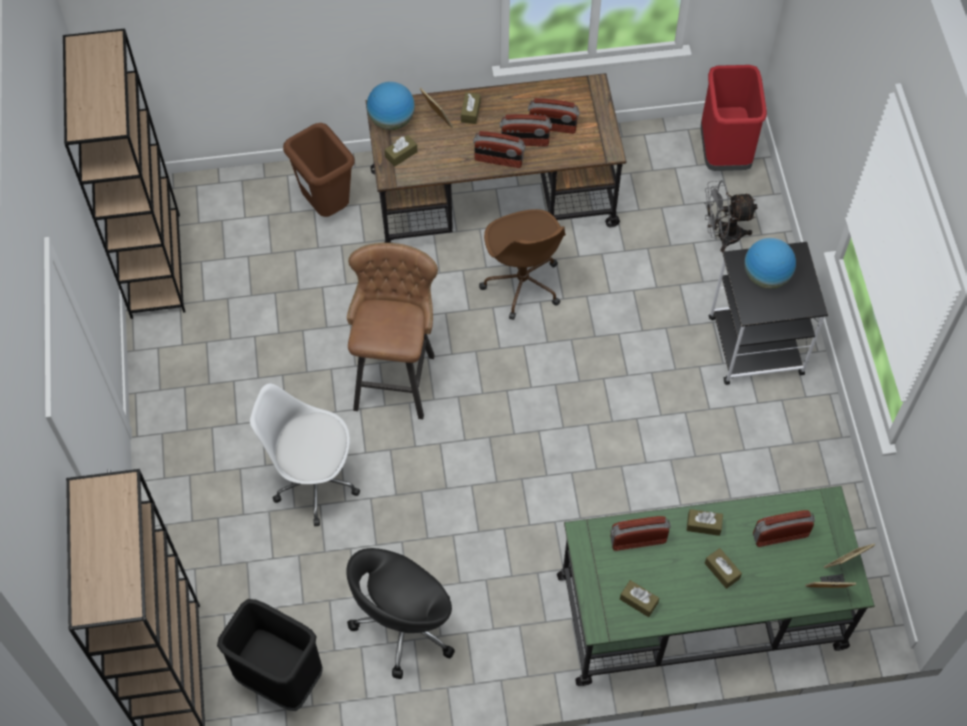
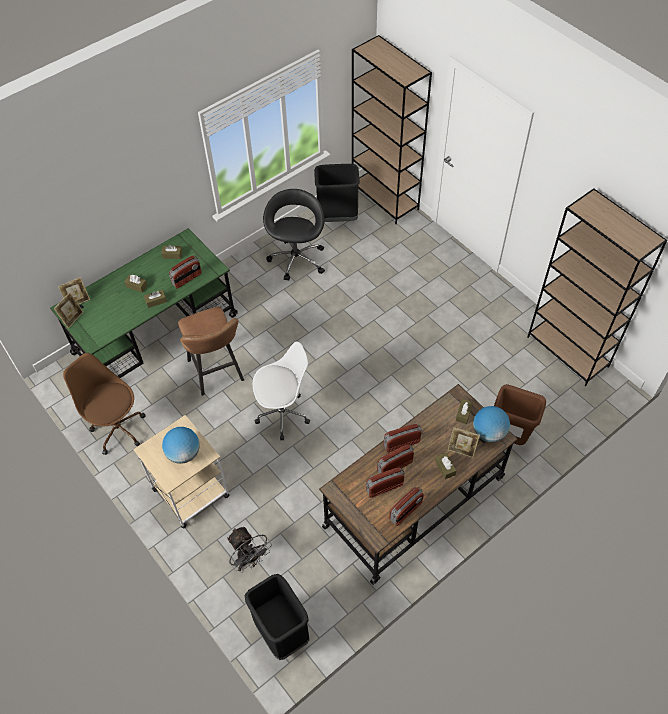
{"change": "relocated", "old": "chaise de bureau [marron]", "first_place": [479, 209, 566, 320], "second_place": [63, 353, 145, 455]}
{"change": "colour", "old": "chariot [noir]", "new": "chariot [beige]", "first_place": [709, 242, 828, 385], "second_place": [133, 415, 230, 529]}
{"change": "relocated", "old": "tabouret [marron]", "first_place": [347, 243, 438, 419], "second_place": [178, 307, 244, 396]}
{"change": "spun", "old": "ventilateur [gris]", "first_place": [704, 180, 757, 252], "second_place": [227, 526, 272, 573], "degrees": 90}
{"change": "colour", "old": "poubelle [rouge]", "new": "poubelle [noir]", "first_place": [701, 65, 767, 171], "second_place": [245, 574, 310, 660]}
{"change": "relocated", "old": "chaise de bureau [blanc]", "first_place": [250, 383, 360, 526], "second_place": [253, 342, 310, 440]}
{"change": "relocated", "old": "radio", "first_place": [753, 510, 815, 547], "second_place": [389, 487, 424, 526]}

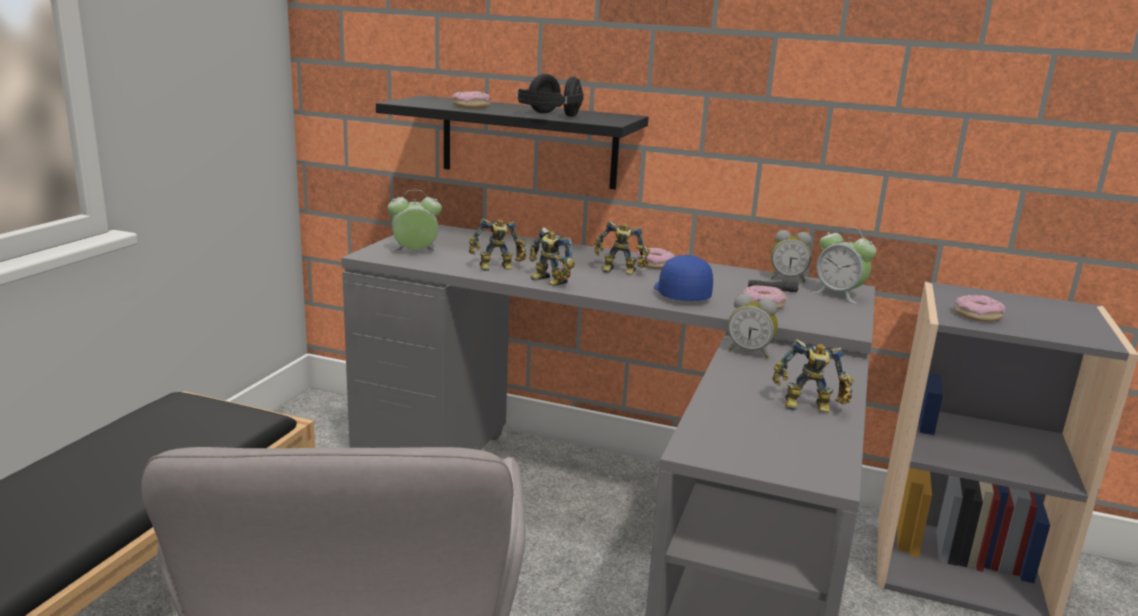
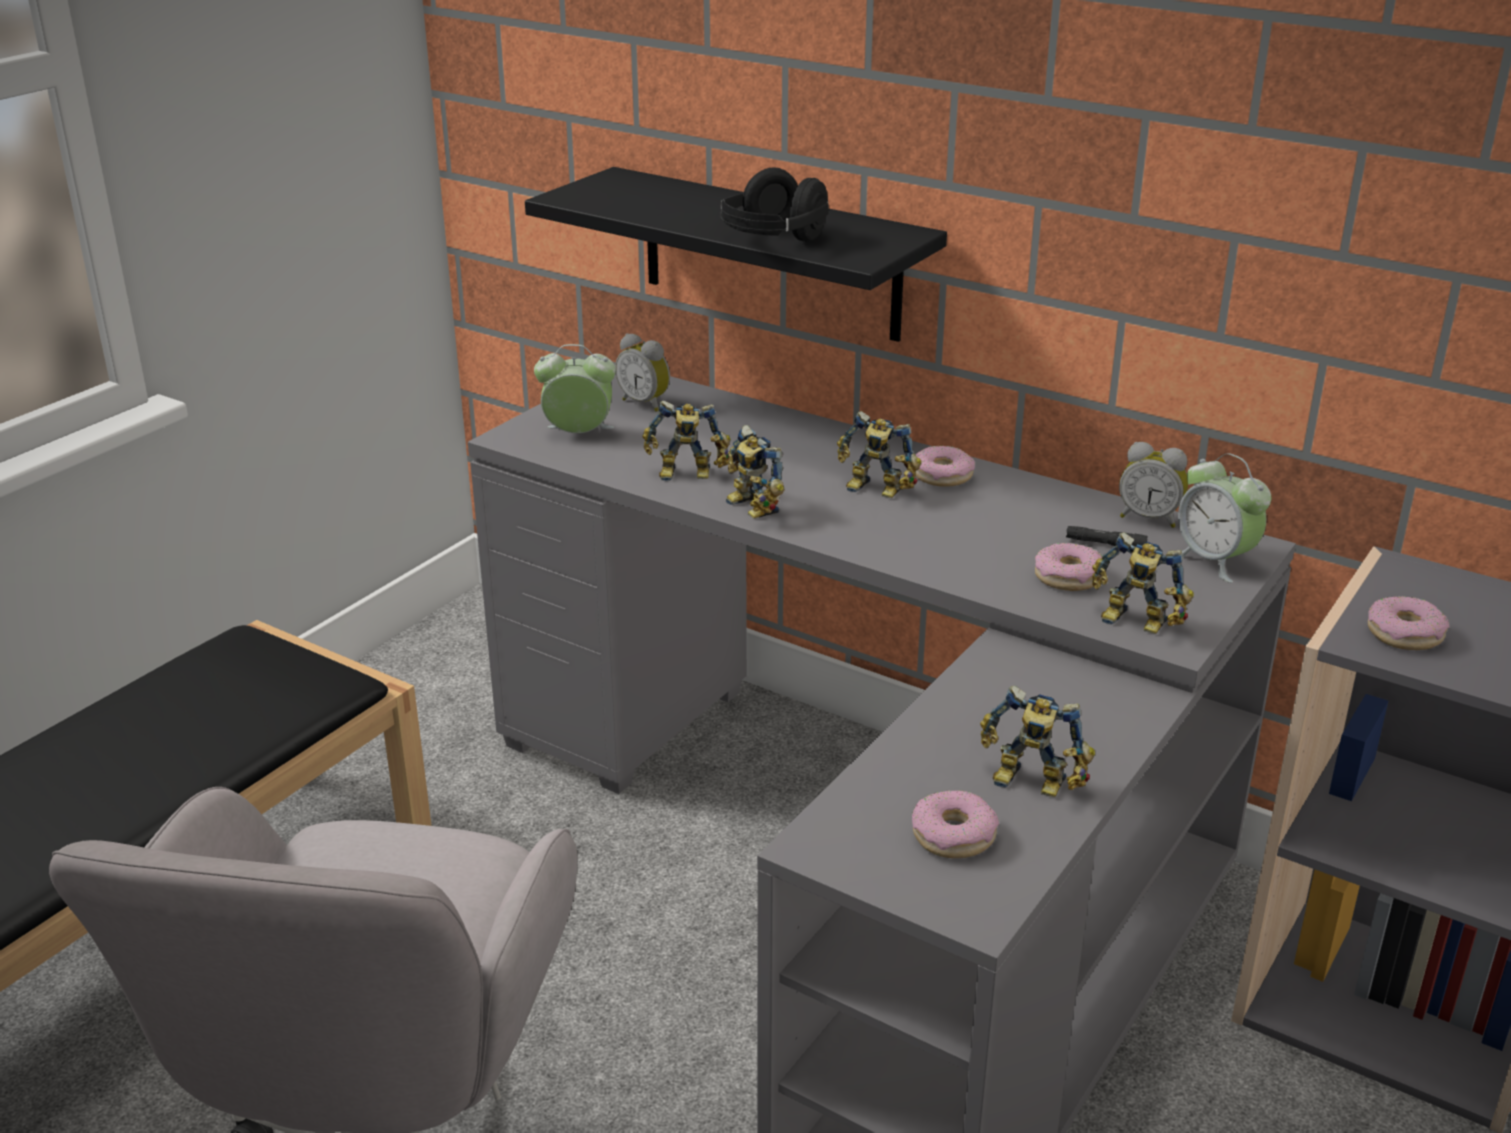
{"change": "relocated", "old": "réveil", "first_place": [728, 293, 778, 358], "second_place": [615, 333, 670, 412]}
{"change": "relocated", "old": "beignet", "first_place": [452, 91, 491, 109], "second_place": [912, 790, 999, 858]}
{"change": "appeared", "new": "robot jouet", "second_place": [1092, 532, 1194, 634]}
{"change": "missing", "old": "casquette [bleu]", "first_place": [654, 255, 713, 301]}

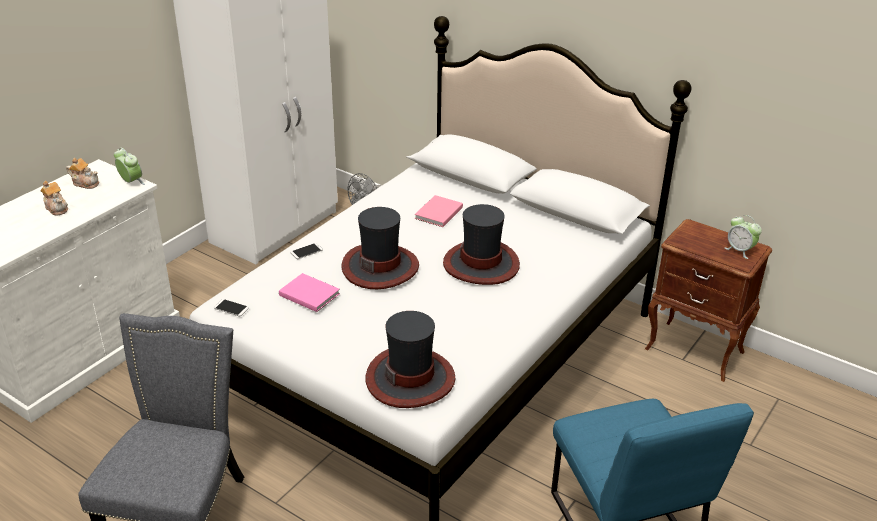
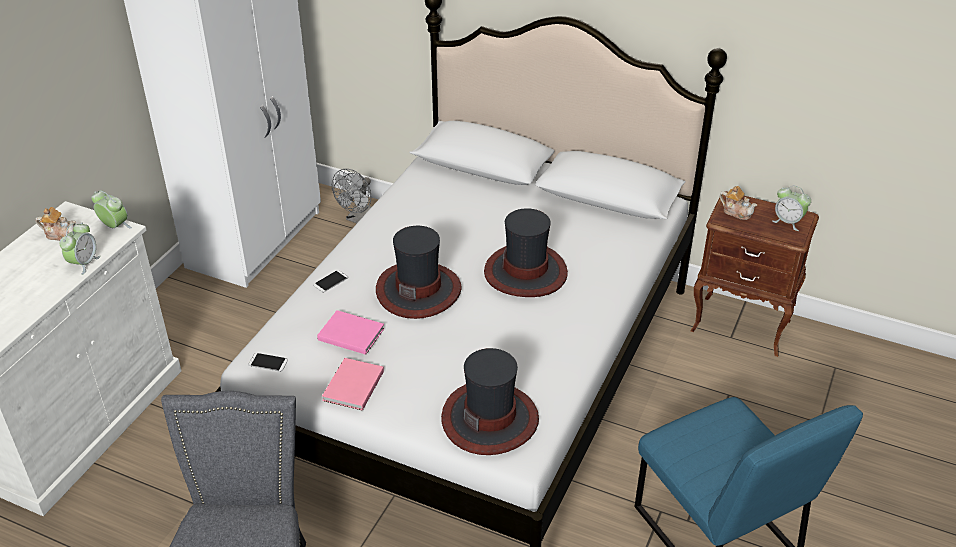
{"change": "appeared", "new": "réveil", "second_place": [59, 222, 101, 275]}
{"change": "relocated", "old": "livre [rose]", "first_place": [415, 195, 463, 227], "second_place": [322, 358, 384, 411]}
{"change": "relocated", "old": "théière", "first_place": [40, 181, 68, 216], "second_place": [720, 186, 757, 220]}

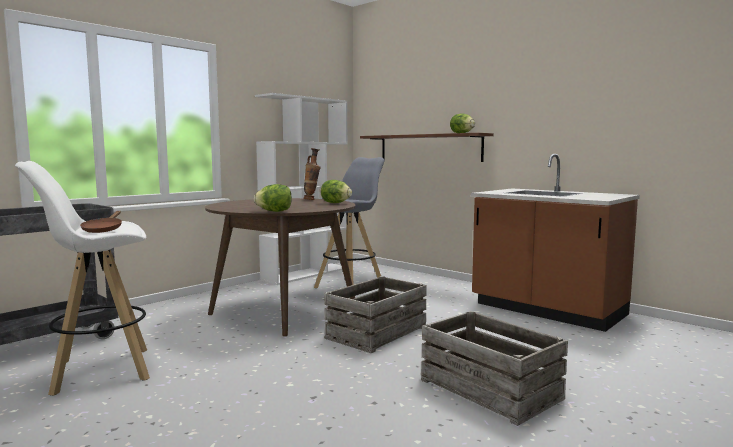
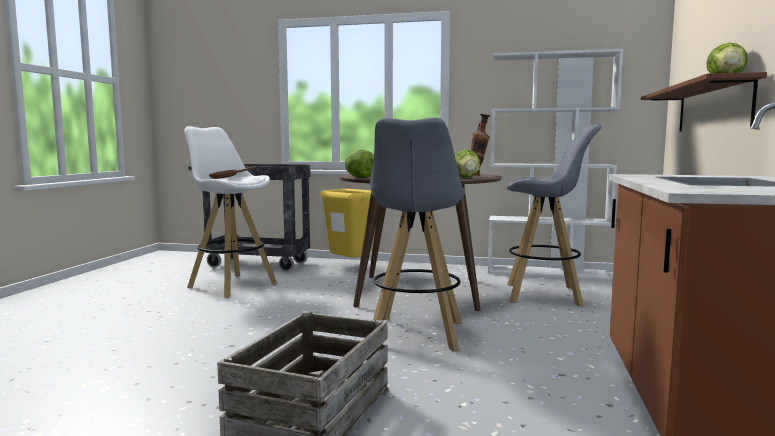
{"change": "appeared", "new": "poubelle [jaune]", "second_place": [320, 189, 372, 258]}
{"change": "exchanged", "old": "caisse", "new": "tabouret [gris]", "first_place": [324, 276, 427, 353], "second_place": [370, 118, 465, 351]}

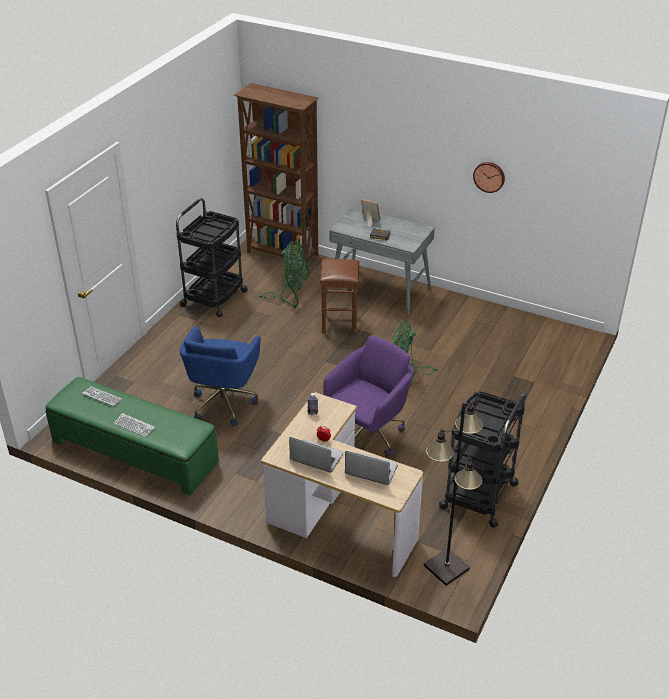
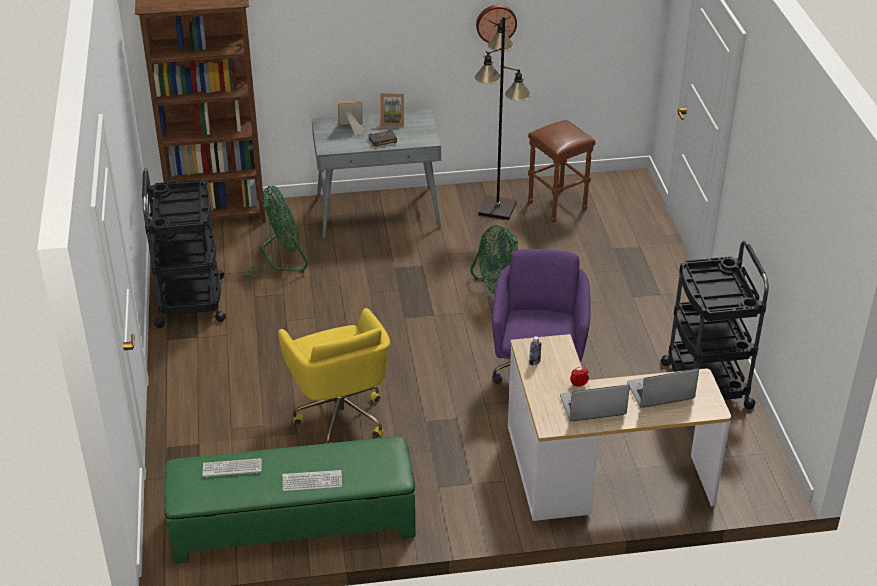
{"change": "colour", "old": "chaise de bureau [bleu]", "new": "chaise de bureau [jaune]", "first_place": [180, 326, 261, 426], "second_place": [278, 308, 390, 443]}
{"change": "appeared", "new": "cadre photo", "second_place": [380, 93, 404, 127]}
{"change": "relocated", "old": "lampadaire [noir]", "first_place": [424, 401, 483, 586], "second_place": [475, 16, 531, 220]}
{"change": "relocated", "old": "tabouret [marron]", "first_place": [320, 259, 359, 334], "second_place": [528, 120, 595, 222]}

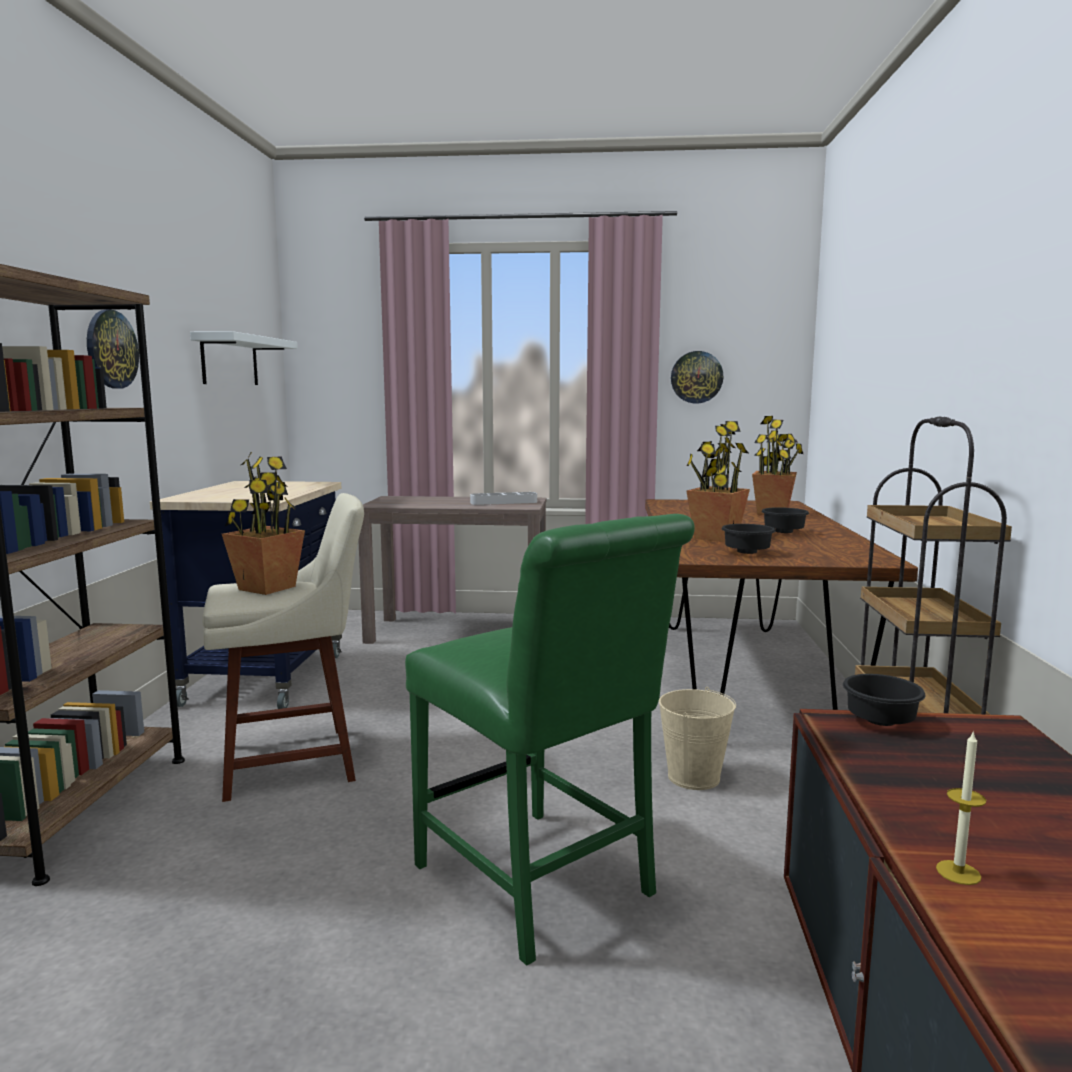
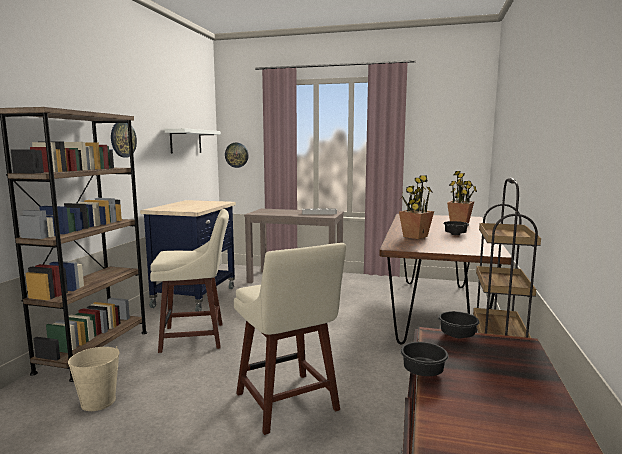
{"change": "relocated", "old": "seau [beige]", "first_place": [659, 687, 736, 790], "second_place": [68, 346, 120, 411]}
{"change": "relocated", "old": "horloge murale", "first_place": [671, 351, 723, 403], "second_place": [225, 143, 249, 168]}
{"change": "exchanged", "old": "chaise [vert]", "new": "tabouret [beige]", "first_place": [405, 514, 695, 966], "second_place": [234, 243, 346, 435]}
{"change": "relocated", "old": "bol [noir]", "first_place": [722, 524, 775, 554], "second_place": [400, 342, 449, 376]}
{"change": "missing", "old": "plante en pot", "first_place": [222, 452, 305, 595]}
{"change": "missing", "old": "bougie", "first_place": [936, 730, 986, 885]}

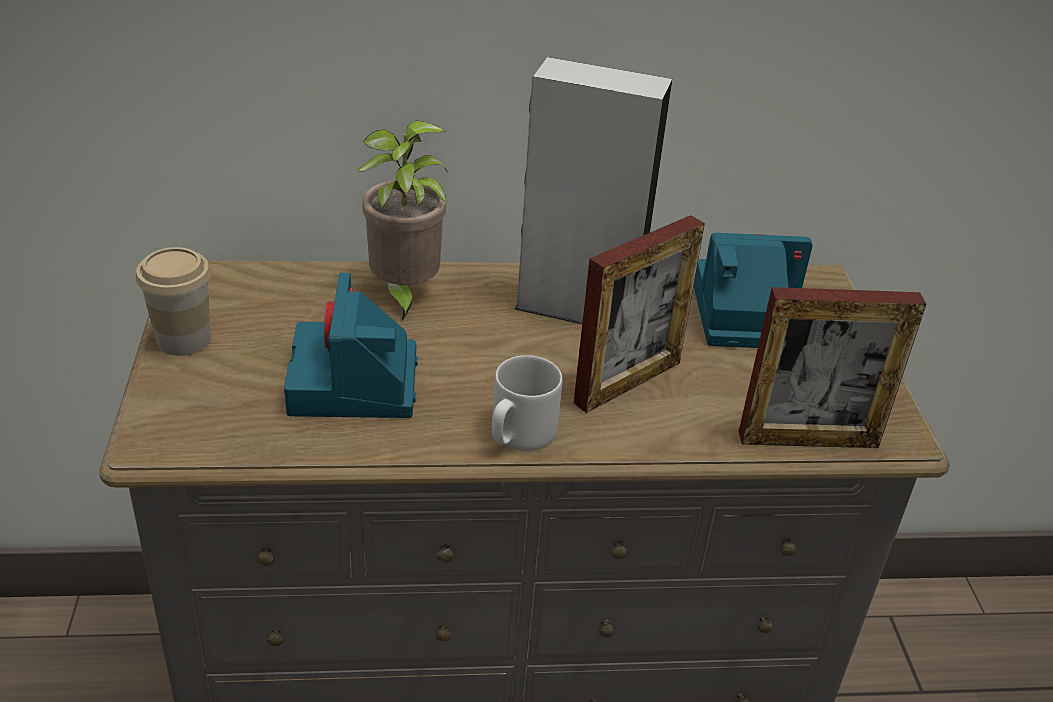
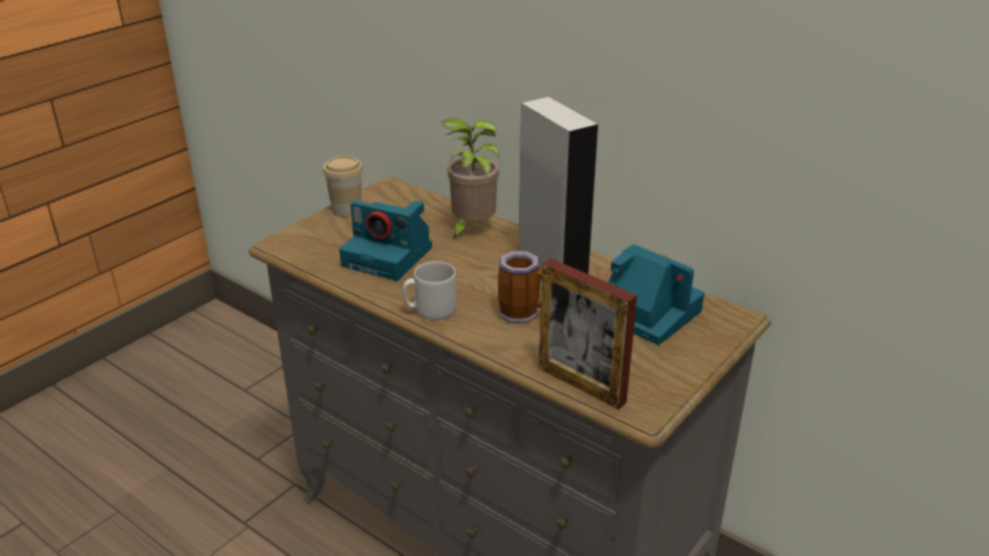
{"change": "spun", "old": "appareil photo", "first_place": [284, 273, 418, 418], "second_place": [339, 201, 432, 281], "degrees": -105}
{"change": "exchanged", "old": "cadre photo", "new": "mug", "first_place": [574, 215, 705, 413], "second_place": [498, 251, 542, 323]}

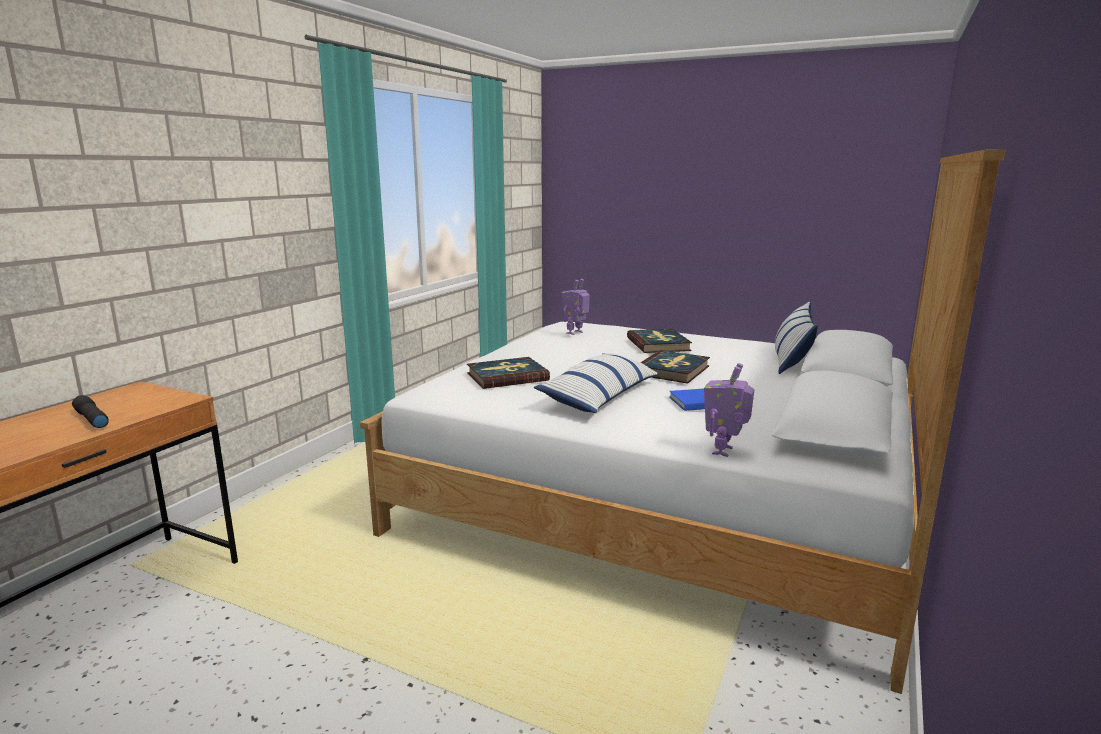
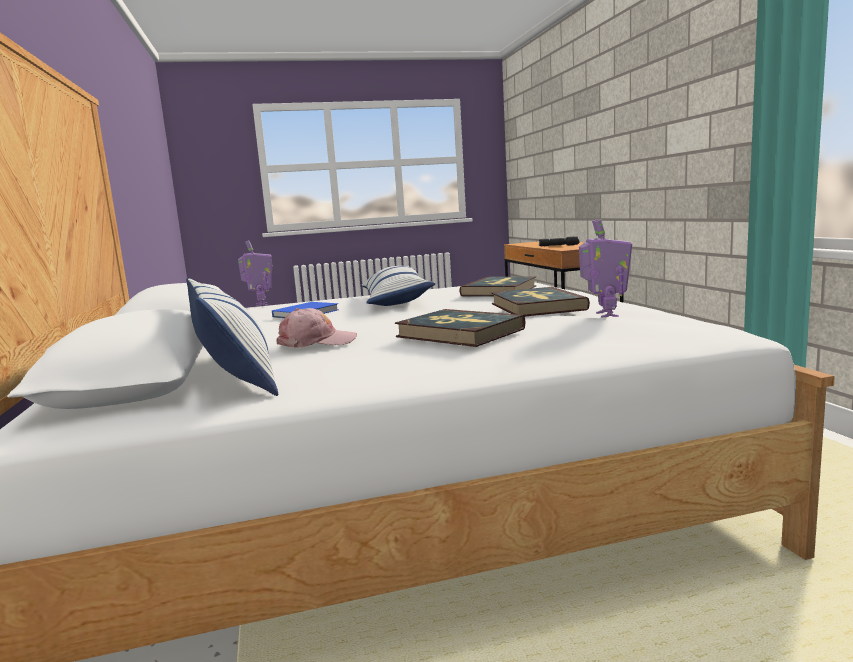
{"change": "appeared", "new": "casquette [rose]", "second_place": [276, 308, 357, 348]}
{"change": "relocated", "old": "livre", "first_place": [640, 350, 710, 384], "second_place": [491, 287, 590, 316]}

